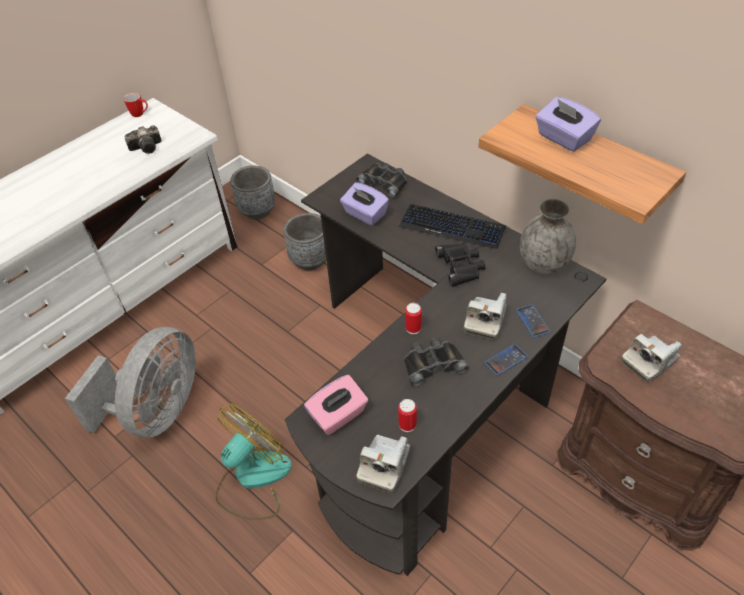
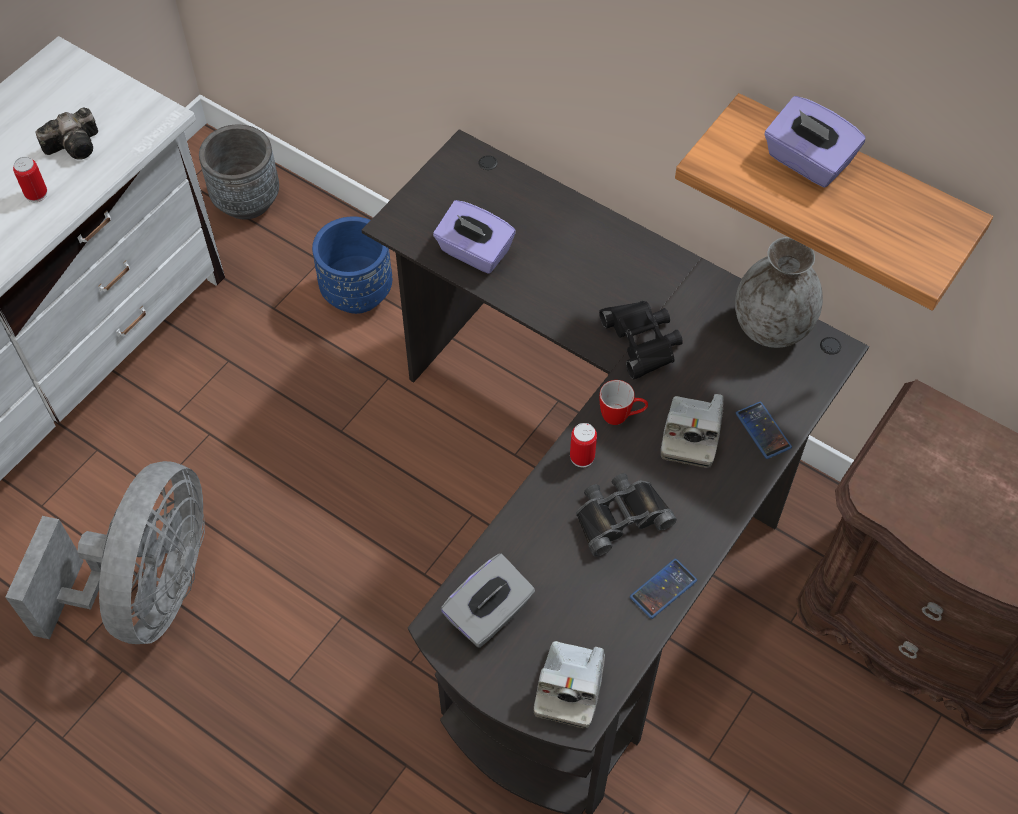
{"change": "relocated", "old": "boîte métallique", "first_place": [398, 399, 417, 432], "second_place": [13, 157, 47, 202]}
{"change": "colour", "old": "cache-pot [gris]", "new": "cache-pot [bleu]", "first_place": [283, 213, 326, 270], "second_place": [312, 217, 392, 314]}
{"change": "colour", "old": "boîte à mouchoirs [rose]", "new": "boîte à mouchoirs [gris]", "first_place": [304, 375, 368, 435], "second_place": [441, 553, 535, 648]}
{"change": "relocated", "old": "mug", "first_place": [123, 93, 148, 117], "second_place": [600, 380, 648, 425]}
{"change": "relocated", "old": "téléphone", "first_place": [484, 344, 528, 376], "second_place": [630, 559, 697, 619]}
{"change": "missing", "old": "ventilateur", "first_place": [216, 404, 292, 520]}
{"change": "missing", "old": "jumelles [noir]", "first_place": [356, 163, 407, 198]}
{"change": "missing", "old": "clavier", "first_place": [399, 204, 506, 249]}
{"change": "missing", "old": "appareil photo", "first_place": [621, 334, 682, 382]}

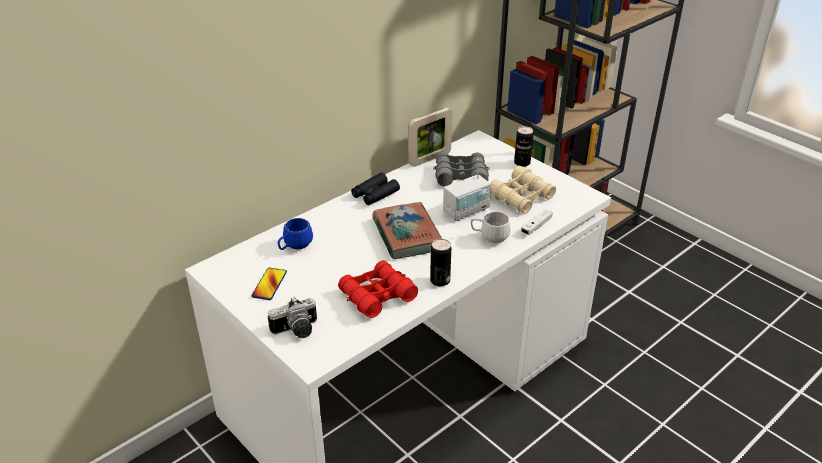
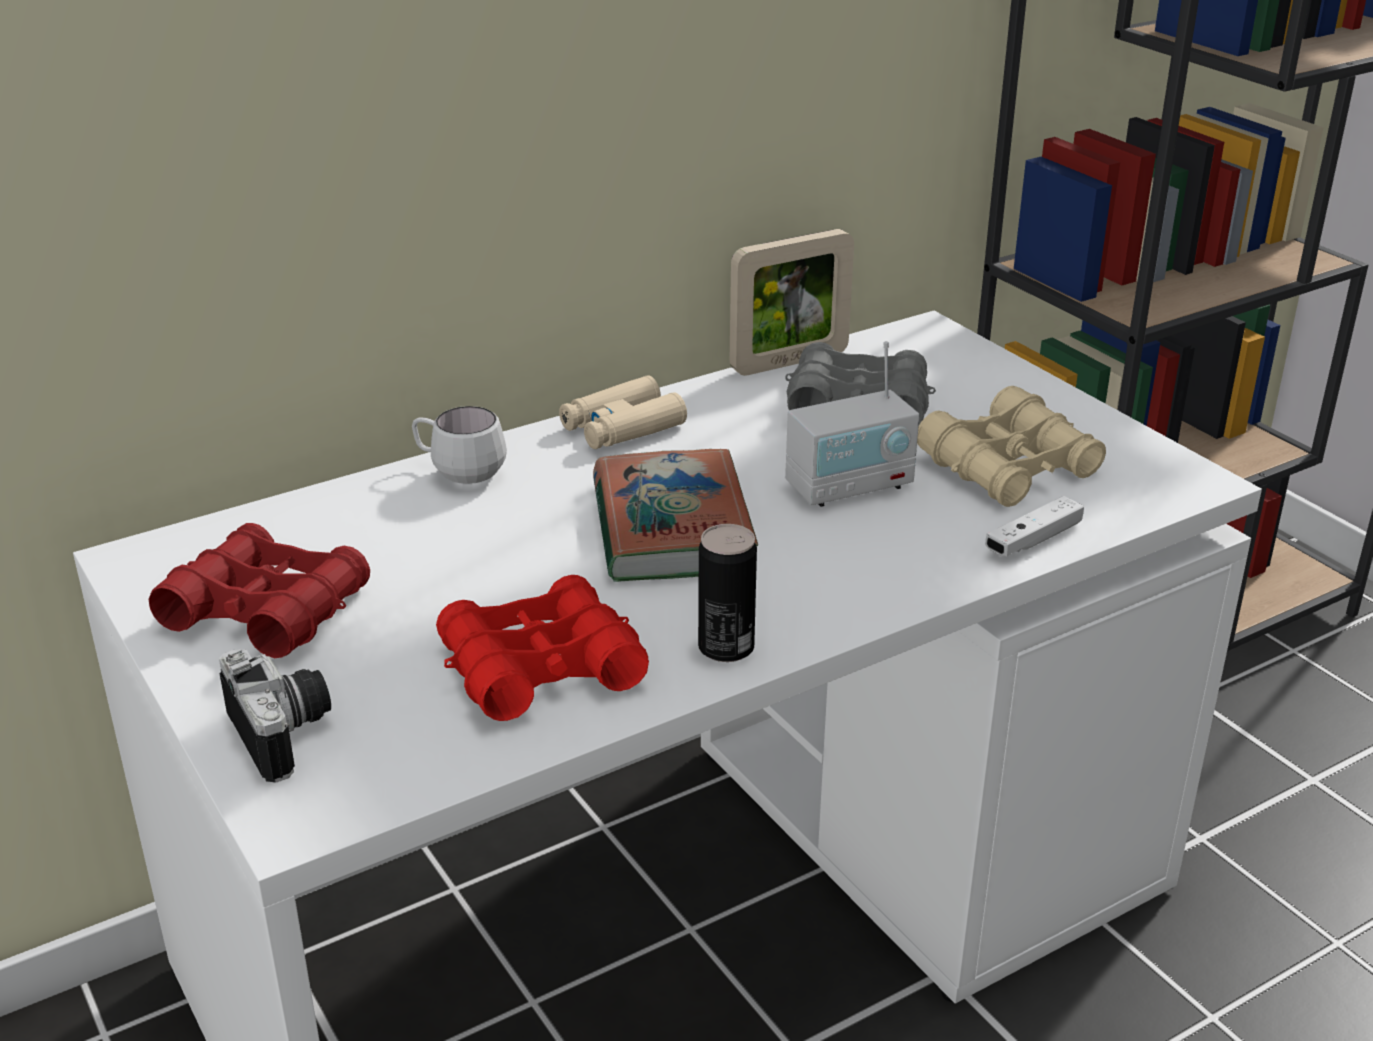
{"change": "exchanged", "old": "téléphone", "new": "jumelles [rouge]", "first_place": [251, 268, 287, 300], "second_place": [148, 523, 370, 658]}
{"change": "spun", "old": "appareil photo", "first_place": [268, 297, 317, 338], "second_place": [219, 649, 331, 783], "degrees": -105}
{"change": "relocated", "old": "mug [blanc]", "first_place": [471, 212, 511, 243], "second_place": [412, 406, 507, 484]}
{"change": "colour", "old": "jumelles [noir]", "new": "jumelles [beige]", "first_place": [351, 173, 400, 205], "second_place": [559, 375, 687, 449]}
{"change": "missing", "old": "mug [bleu]", "first_place": [278, 218, 313, 250]}
{"change": "missing", "old": "boîte métallique", "first_place": [514, 126, 534, 167]}

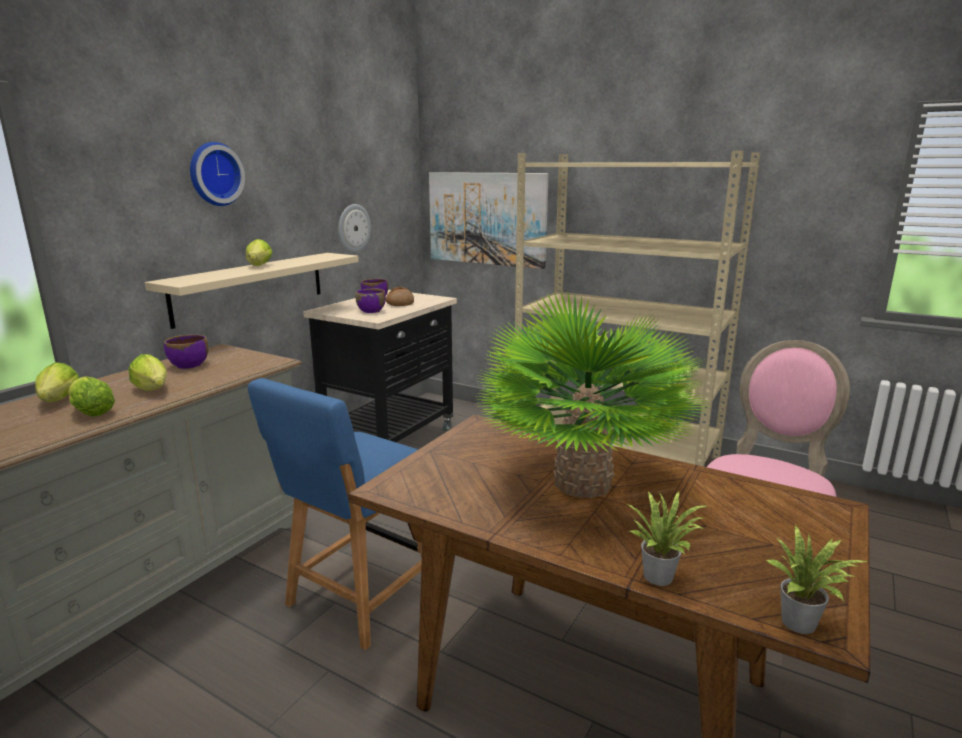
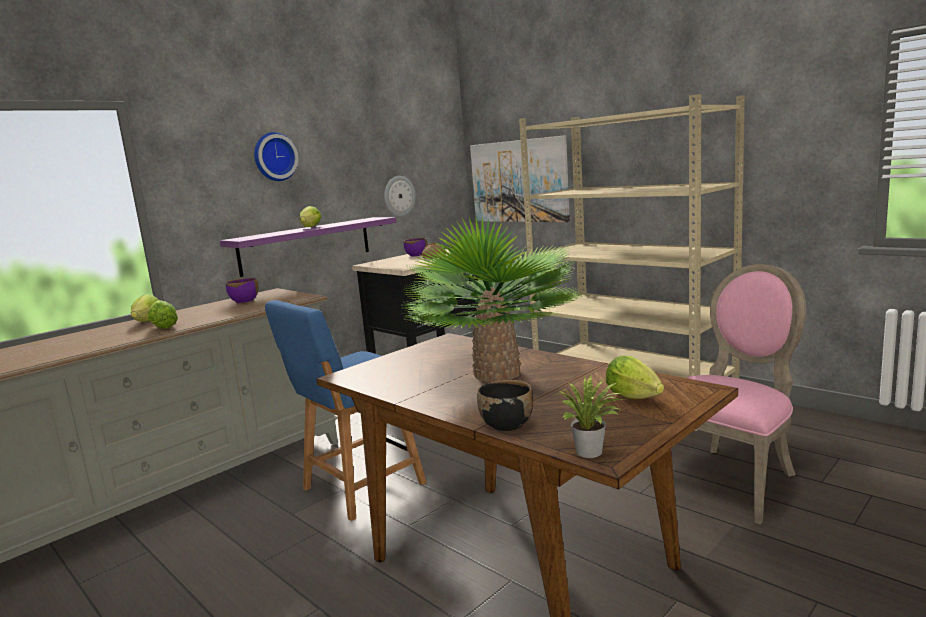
{"change": "colour", "old": "étagère [beige]", "new": "étagère [violet]", "first_place": [145, 253, 359, 329], "second_place": [220, 217, 397, 277]}
{"change": "exchanged", "old": "plante en pot", "new": "bol [noir]", "first_place": [627, 491, 706, 586], "second_place": [477, 380, 533, 431]}
{"change": "relocated", "old": "laitue", "first_place": [128, 354, 167, 391], "second_place": [606, 356, 664, 399]}
{"change": "missing", "old": "bol [violet]", "first_place": [355, 289, 386, 313]}

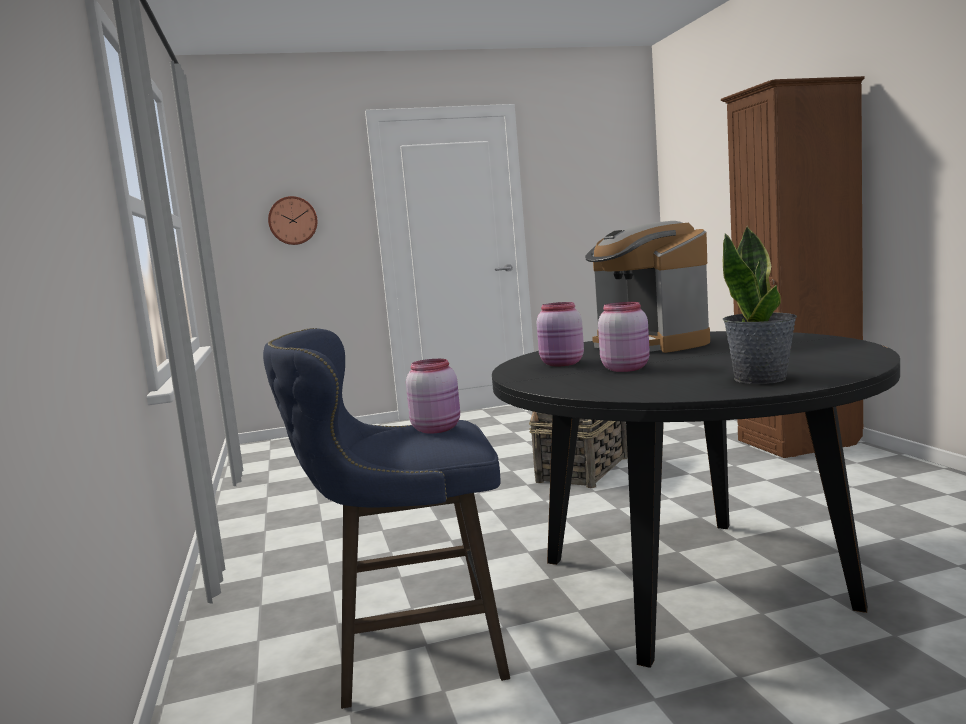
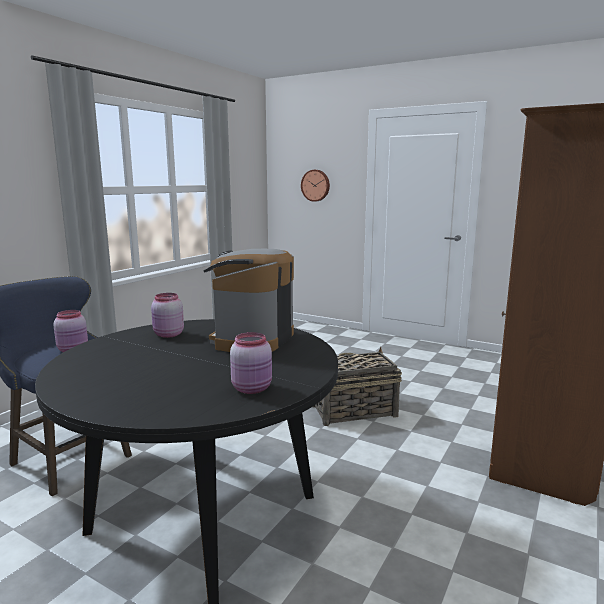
{"change": "relocated", "old": "bocal [rose]", "first_place": [598, 302, 650, 372], "second_place": [230, 332, 272, 394]}
{"change": "missing", "old": "plante en pot", "first_place": [722, 225, 797, 384]}

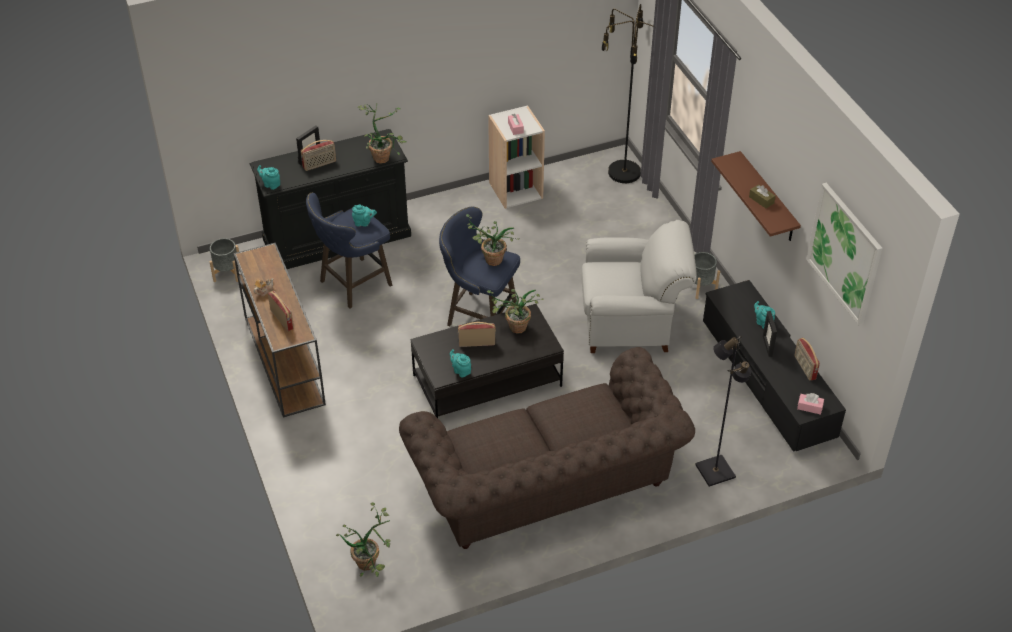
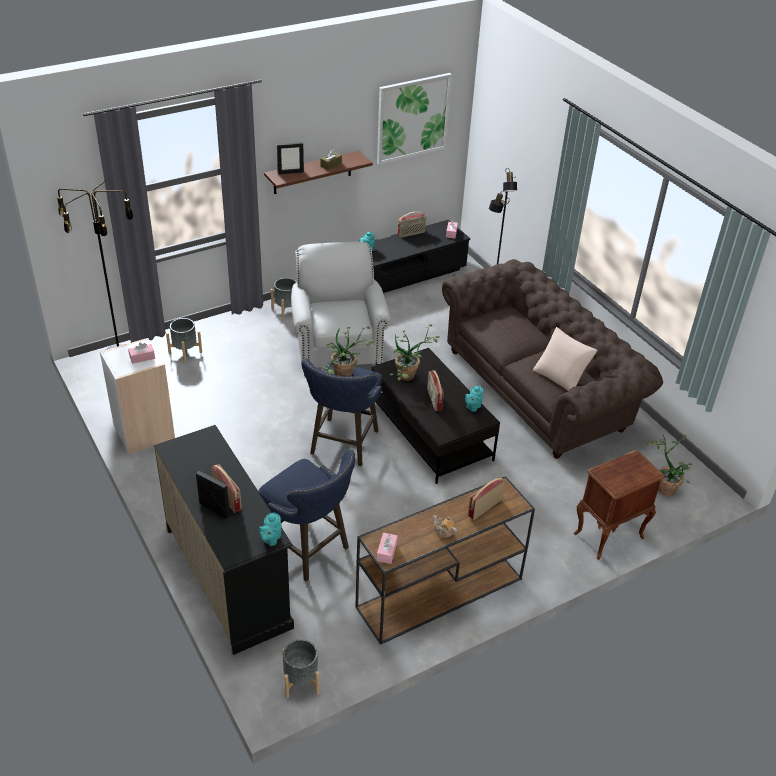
{"change": "appeared", "new": "cache-pot [gris]", "second_place": [166, 318, 202, 363]}
{"change": "relocated", "old": "cadre photo", "first_place": [763, 311, 777, 357], "second_place": [277, 142, 304, 174]}
{"change": "appeared", "new": "boîte à mouchoirs [rose]", "second_place": [376, 533, 398, 564]}
{"change": "appeared", "new": "coussin [beige]", "second_place": [533, 327, 597, 391]}
{"change": "appeared", "new": "table de chevet [marron]", "second_place": [574, 450, 665, 560]}
{"change": "missing", "old": "théière [turquoise]", "first_place": [352, 204, 377, 227]}
{"change": "missing", "old": "plante en pot", "first_place": [358, 103, 406, 164]}

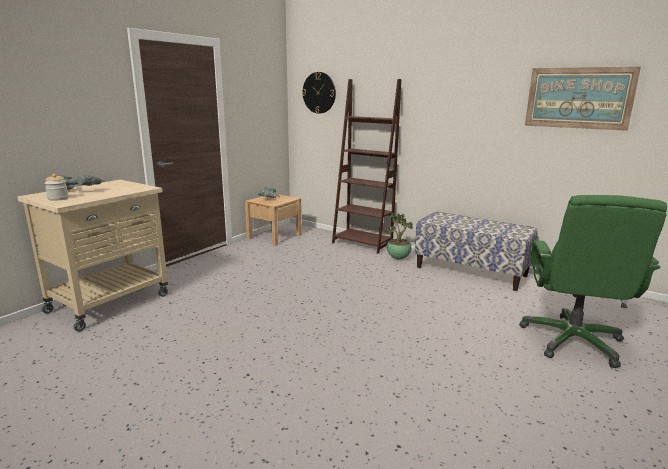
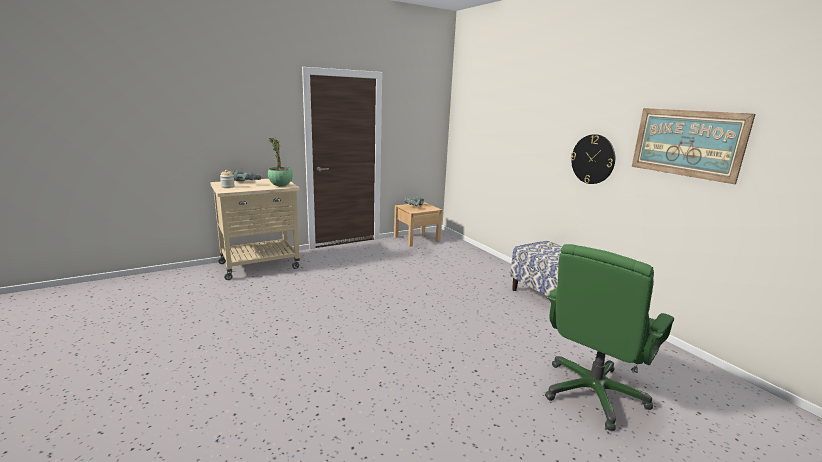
{"change": "relocated", "old": "plante en pot", "first_place": [386, 213, 413, 259], "second_place": [268, 138, 293, 186]}
{"change": "relocated", "old": "horloge murale", "first_place": [302, 72, 336, 114], "second_place": [571, 134, 615, 184]}
{"change": "missing", "old": "bibliothèque [marron]", "first_place": [332, 79, 401, 254]}

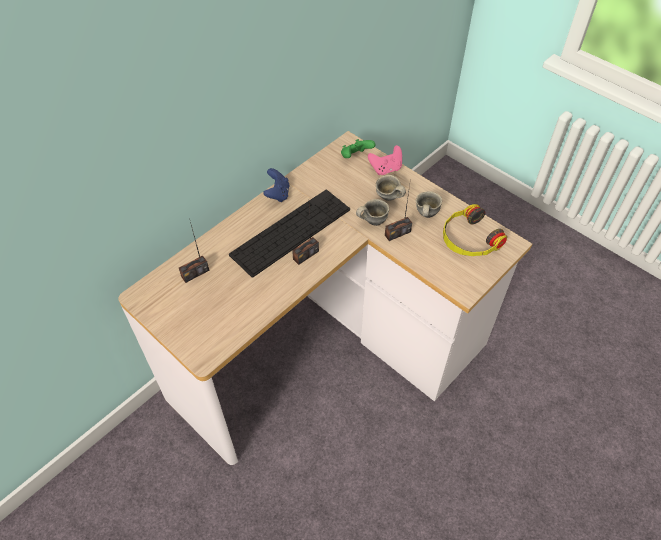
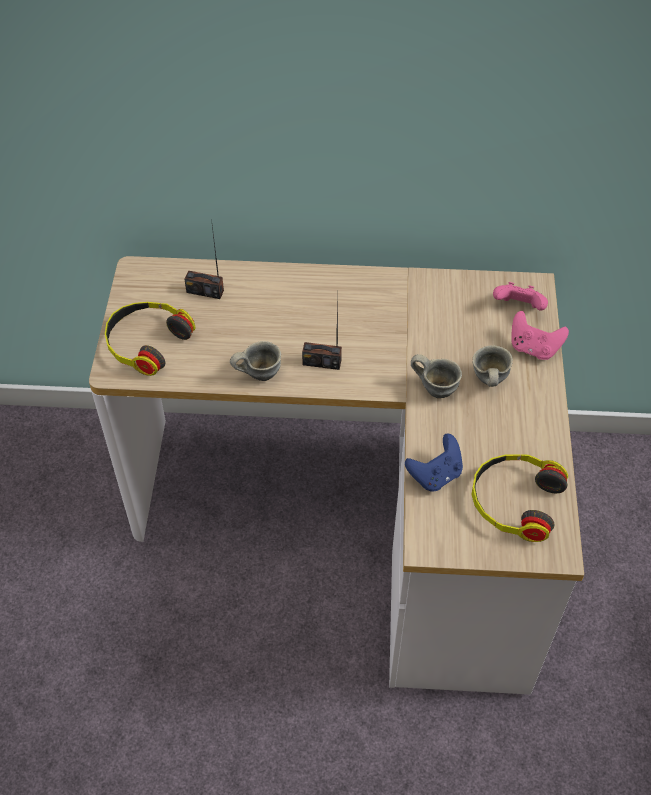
{"change": "appeared", "new": "casque audio", "second_place": [105, 302, 195, 376]}
{"change": "relocated", "old": "mug [gris]", "first_place": [416, 191, 442, 218], "second_place": [230, 341, 281, 381]}
{"change": "relocated", "old": "manette [bleu]", "first_place": [263, 168, 290, 202], "second_place": [405, 434, 463, 492]}
{"change": "colour", "old": "manette [vert]", "new": "manette [rose]", "first_place": [341, 139, 375, 158], "second_place": [493, 282, 548, 311]}
{"change": "missing", "old": "clavier", "first_place": [229, 190, 350, 278]}
{"change": "missing", "old": "radio", "first_place": [385, 178, 412, 241]}

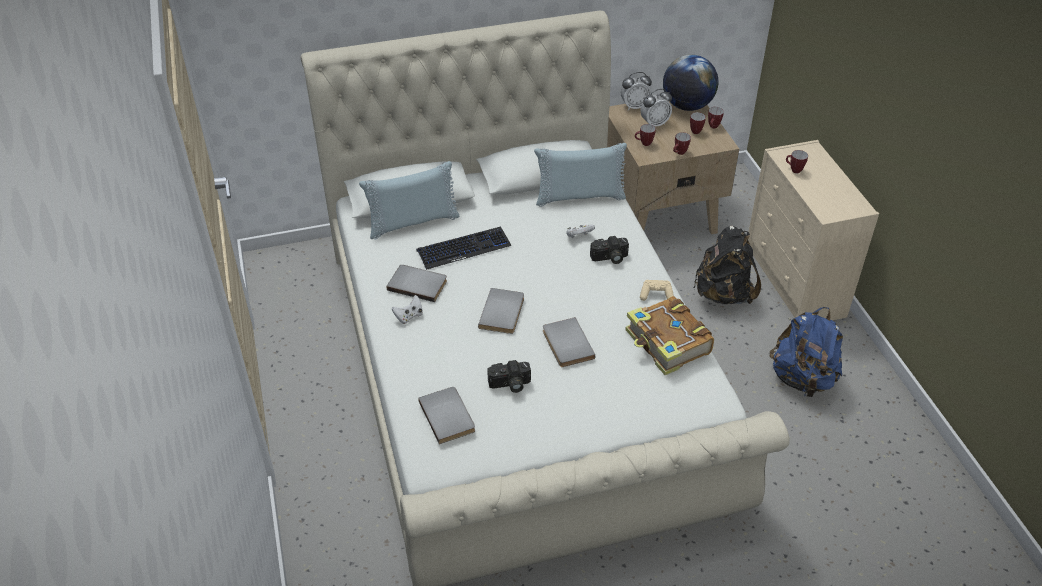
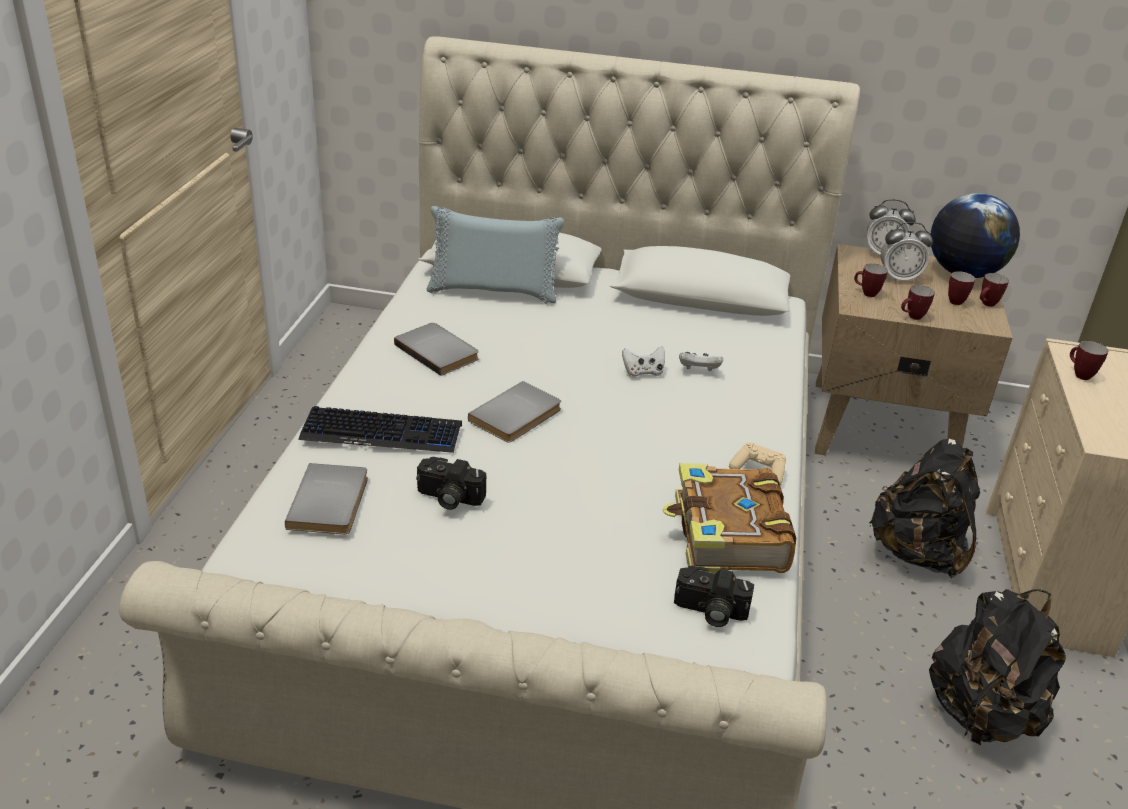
{"change": "relocated", "old": "clavier", "first_place": [416, 227, 511, 270], "second_place": [298, 406, 462, 453]}
{"change": "relocated", "old": "manette [blanc]", "first_place": [392, 295, 423, 324], "second_place": [622, 346, 665, 377]}
{"change": "relocated", "old": "appareil photo", "first_place": [590, 236, 629, 264], "second_place": [674, 566, 754, 627]}
{"change": "colour", "old": "sac à dos [bleu]", "new": "sac à dos [noir]", "first_place": [770, 307, 843, 397], "second_place": [929, 589, 1066, 745]}
{"change": "missing", "old": "coussin [bleu]", "first_place": [534, 143, 627, 207]}
{"change": "missing", "old": "livre [gris]", "first_place": [543, 317, 595, 367]}

